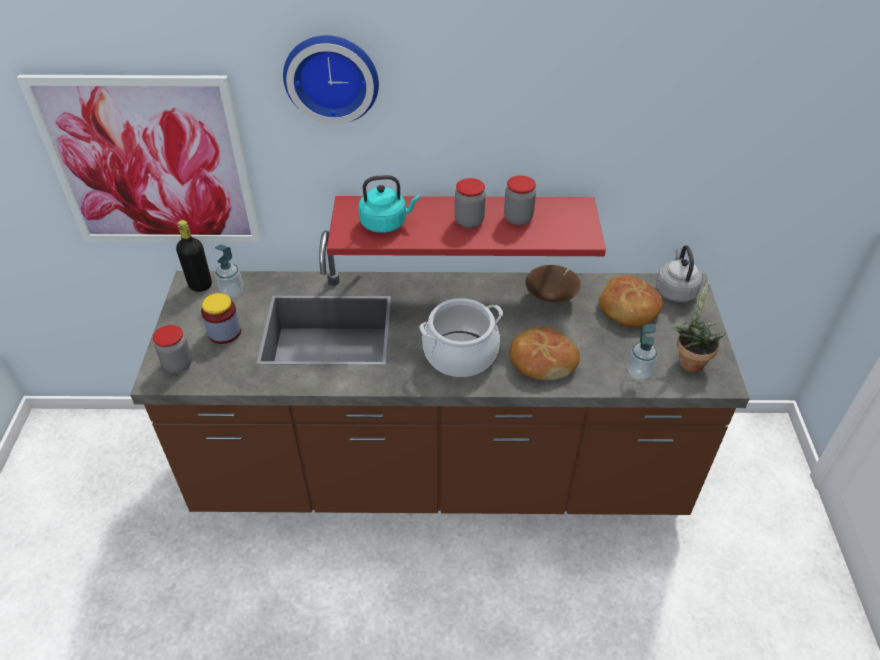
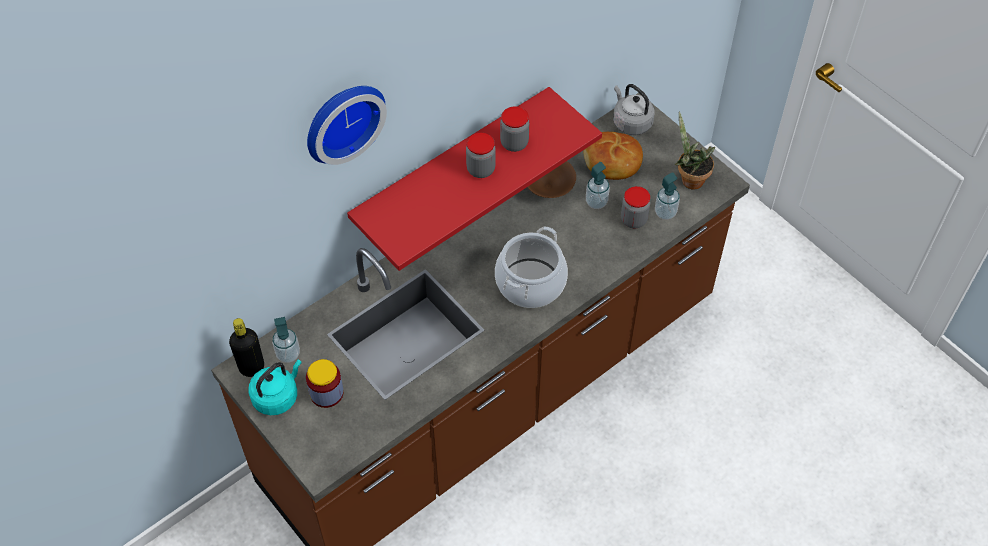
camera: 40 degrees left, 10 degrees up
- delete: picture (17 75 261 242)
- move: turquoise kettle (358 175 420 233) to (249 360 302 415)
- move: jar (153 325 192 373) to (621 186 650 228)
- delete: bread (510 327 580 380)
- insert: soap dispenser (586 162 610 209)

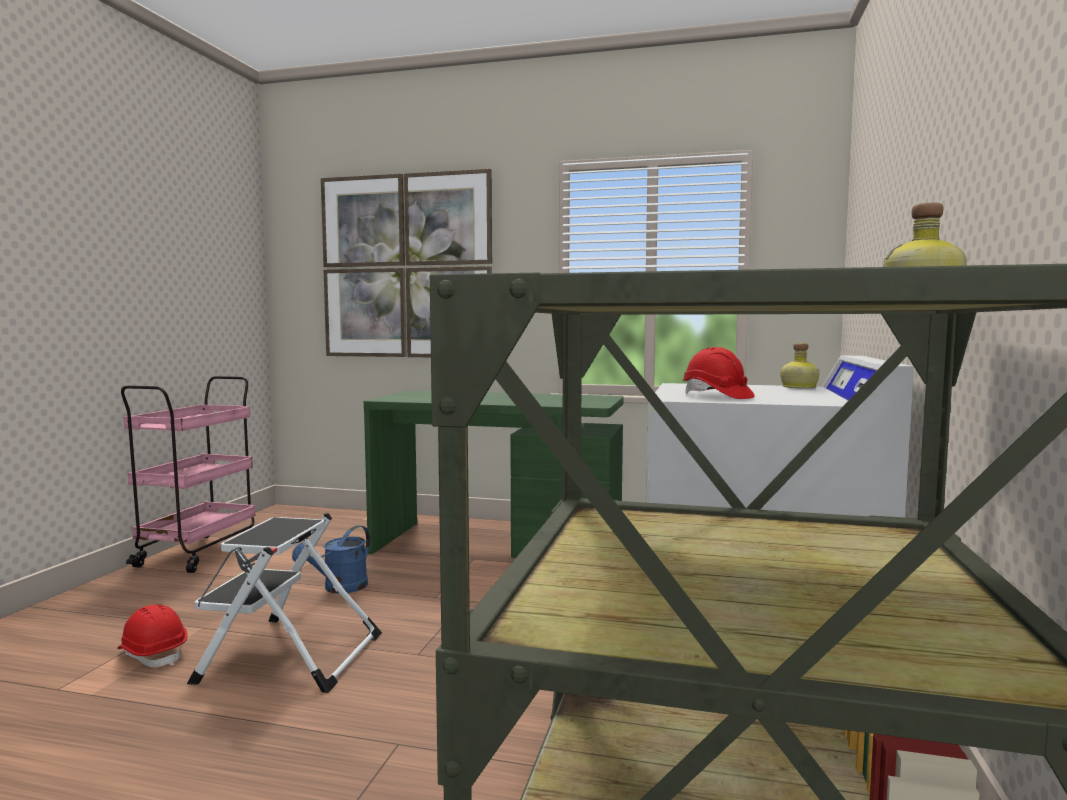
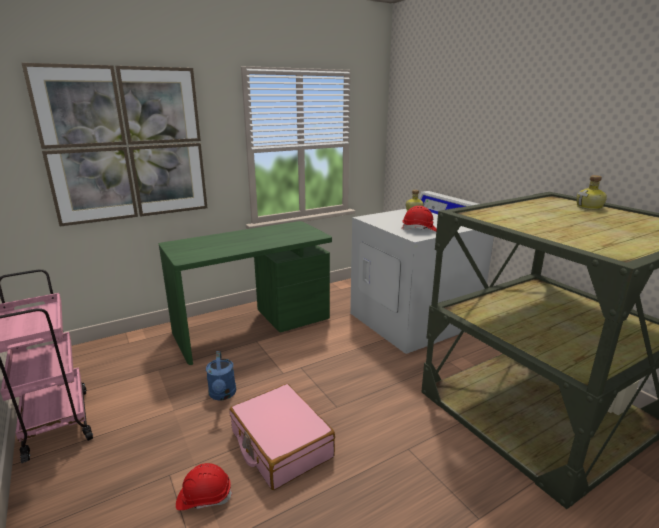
camera: 45 degrees left, 15 degrees up
- replace: step ladder (187 513 382 693) to pink suitcase (229 384 335 490)

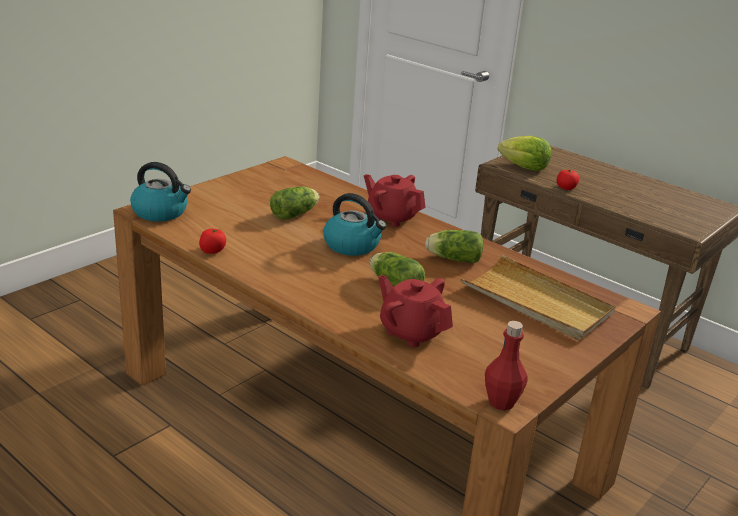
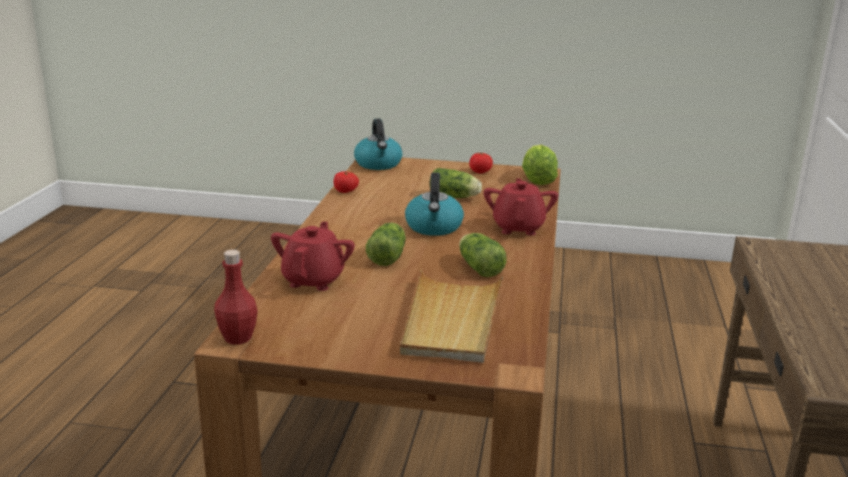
camera: 60 degrees right, 5 degrees down
- move: lettuce (498 136 551 171) to (522 145 558 185)
- move: tomato (557 170 579 190) to (469 153 493 173)

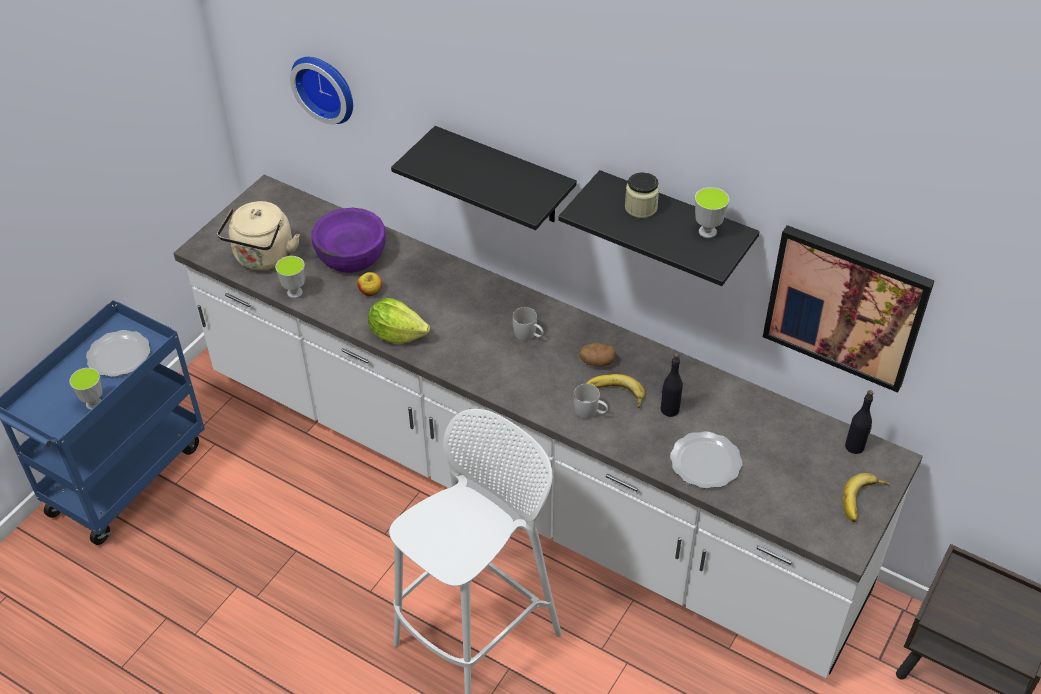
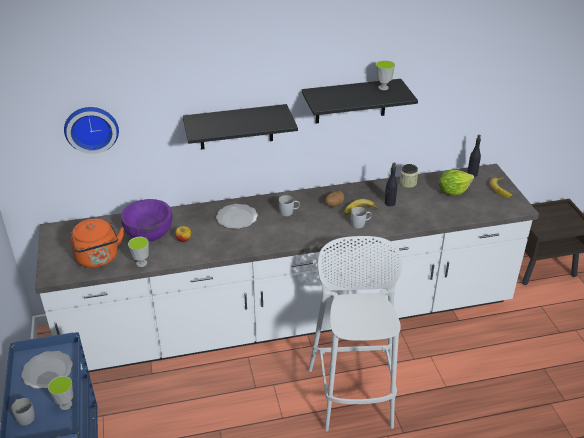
camera: 45 degrees left, 10 degrees down
- move: jar (625 172 659 218) to (400 164 418 188)
- recolor: beige kettle (217 201 300 270) to orange kettle (71 219 124 268)
- delete: picture (763 225 934 393)
- move: lettuce (368 298 430 344) to (439 170 474 195)
- move: plate (670 431 742 489) to (216 204 258 229)
- insert: white mug (12 398 35 426)

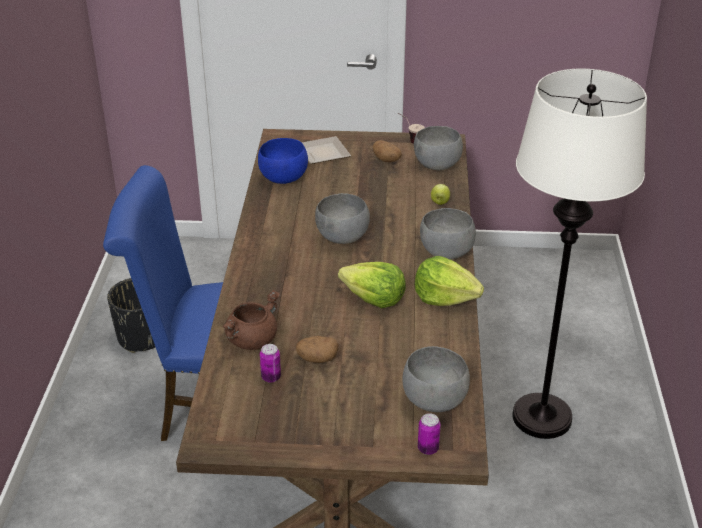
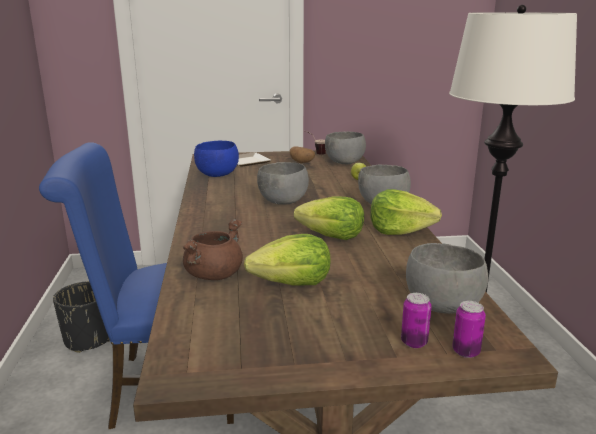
camera: 10 degrees left, 15 degrees down
- replace: potato (296 336 339 363) to lettuce (244 234 331 286)
- move: can (260 344 281 383) to (401 293 432 348)

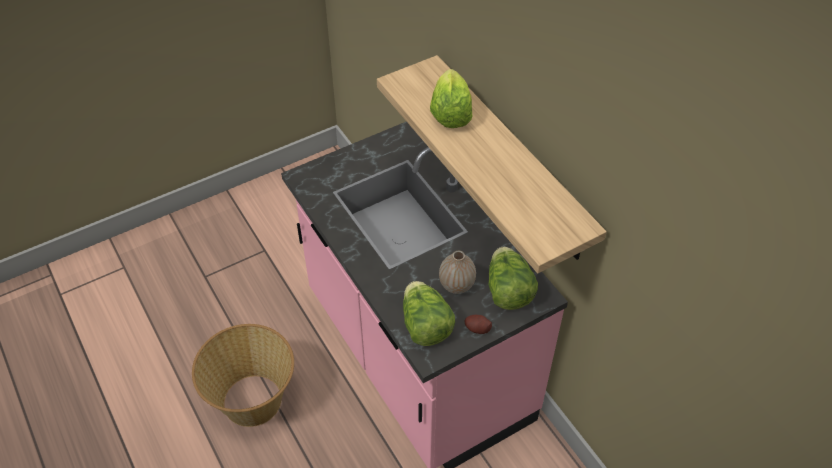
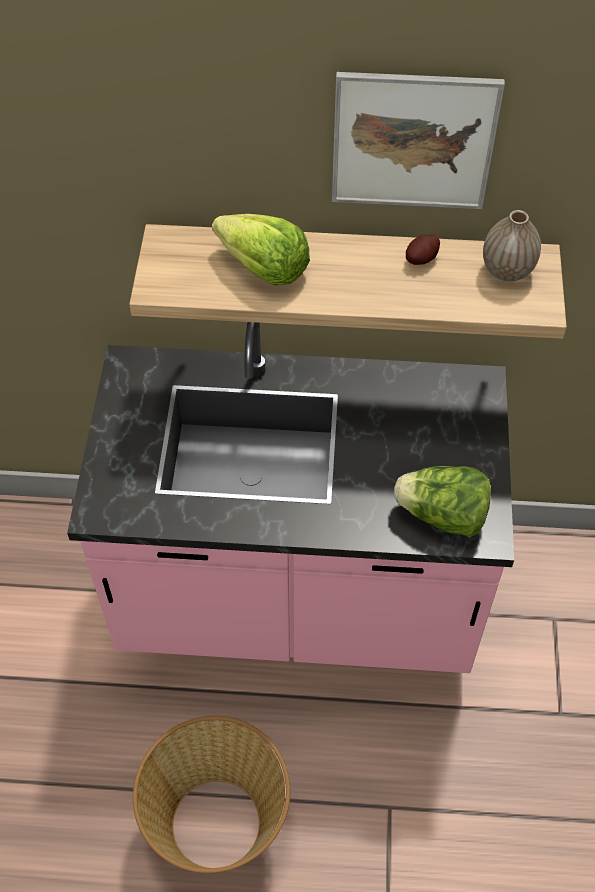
camera: 55 degrees left, 5 degrees up
- delete: lettuce (488 247 538 310)
- move: vase (439 251 476 294) to (483 210 541 281)
- move: potato (464 315 492 334) to (406 234 440 265)
- insert: picture (332 72 505 209)

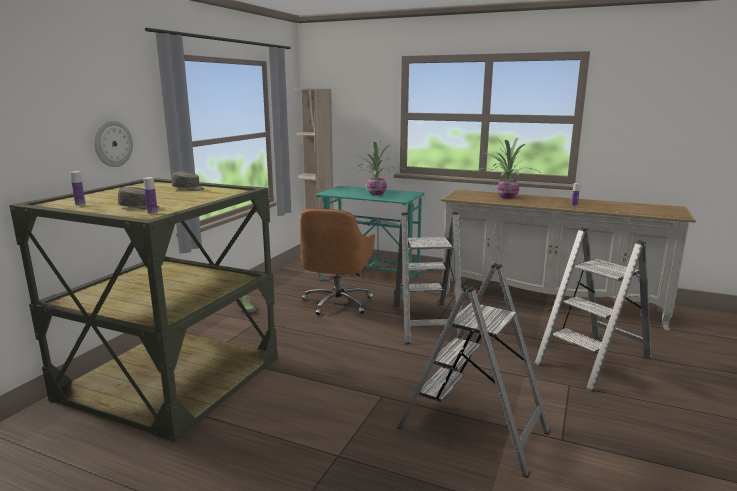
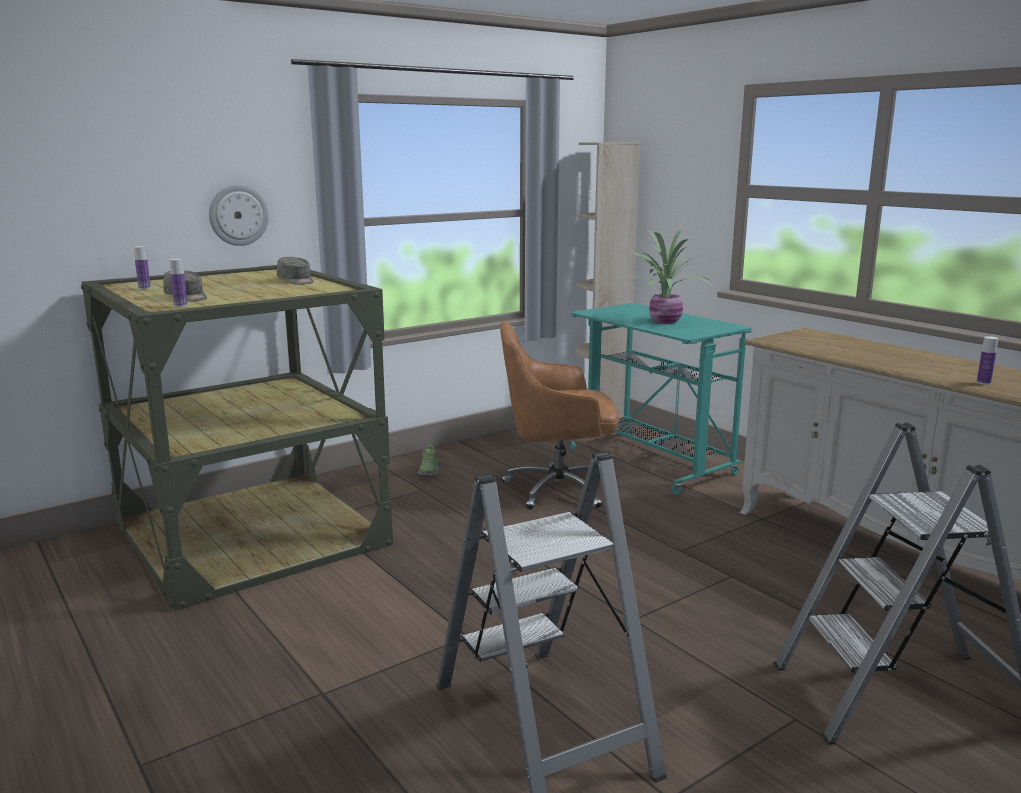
camera: 30 degrees right, 0 degrees up
- delete: potted plant (474 138 541 199)
- rotate: brown office chair (300 208 375 315) = (500 321 619 509) 45 degrees clockwise
- delete: grey step ladder (394 212 463 344)

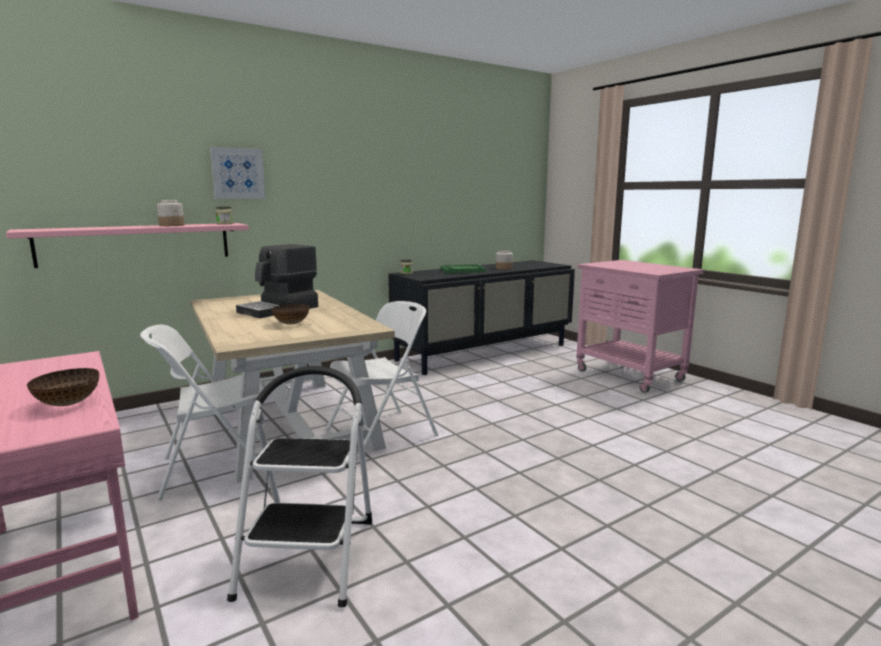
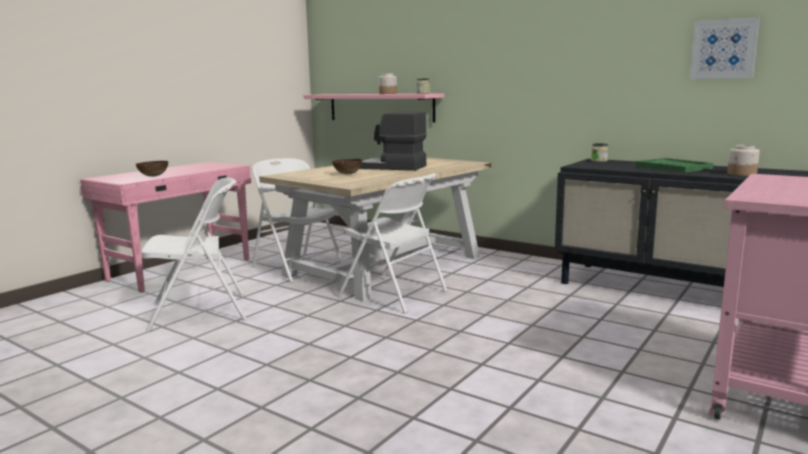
camera: 70 degrees right, 0 degrees up
- move: picture (210 147 266 199) to (690 17 760 79)
- replace: step ladder (227 366 372 607) to white chair (142 178 246 332)

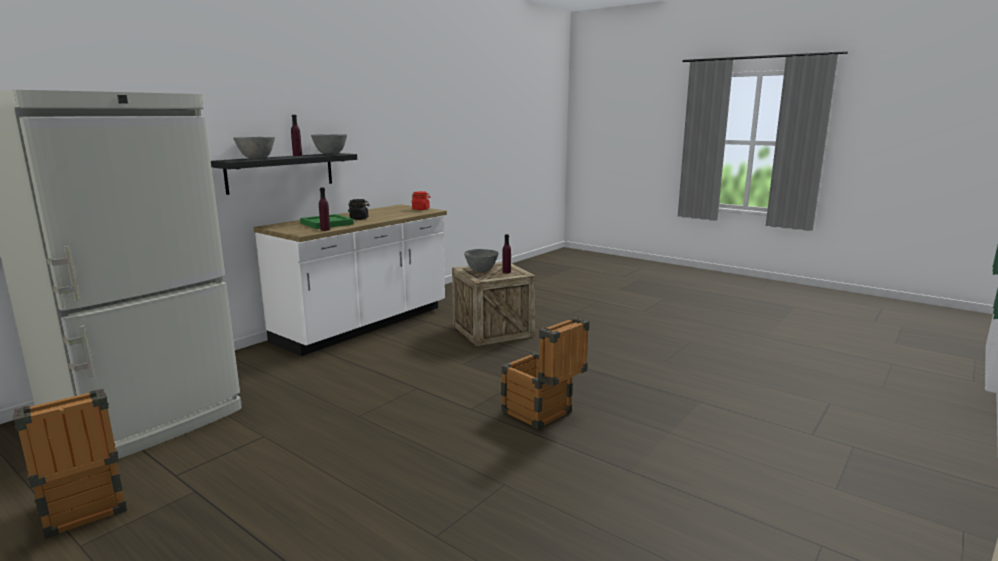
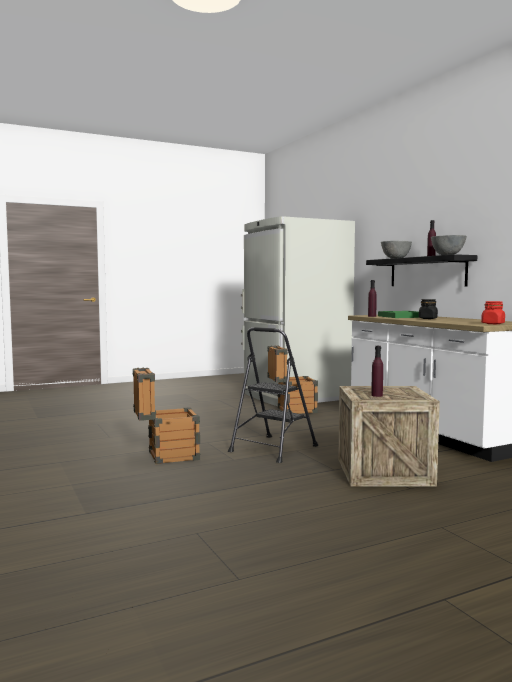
camera: 115 degrees right, 10 degrees down
- delete: grey bowl (464 249 499 272)
- move: crate (13 389 127 539) to (267 346 318 414)
- insert: black step ladder (228 327 319 463)

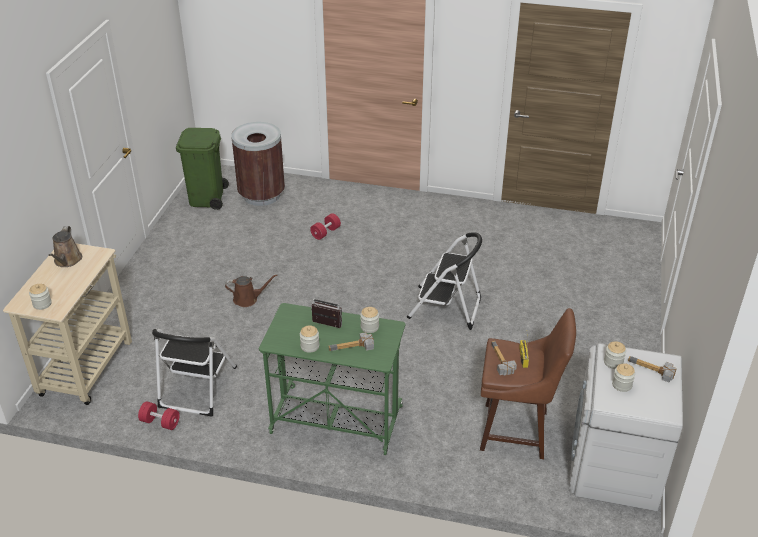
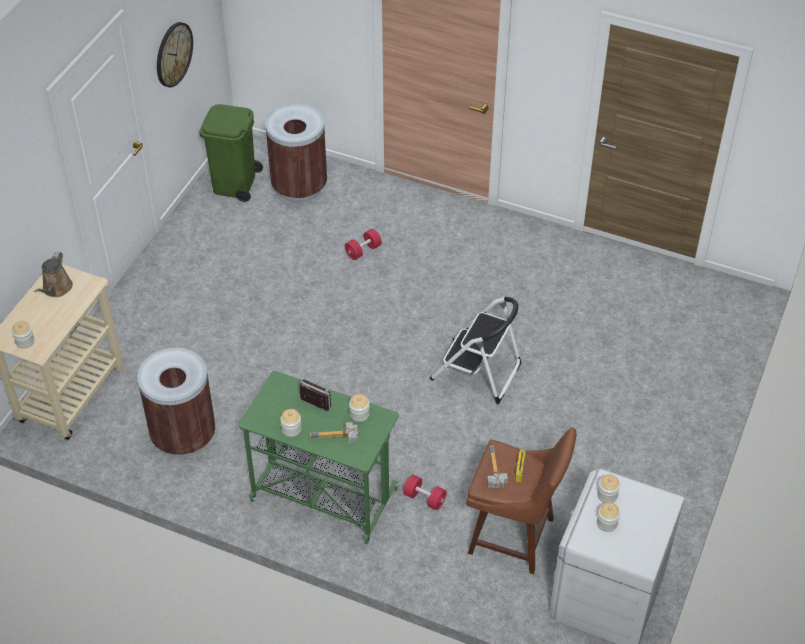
camera: 10 degrees right, 10 degrees up
- delete: brown watering can (225 274 277 307)
- replace: step ladder (152 329 237 416) to brown trash can (137 348 216 457)
- delete: hammer (628 356 677 382)
- move: red dumbbell (138 401 180 430) to (403 475 447 510)
- insert: wall clock (157 22 193 88)

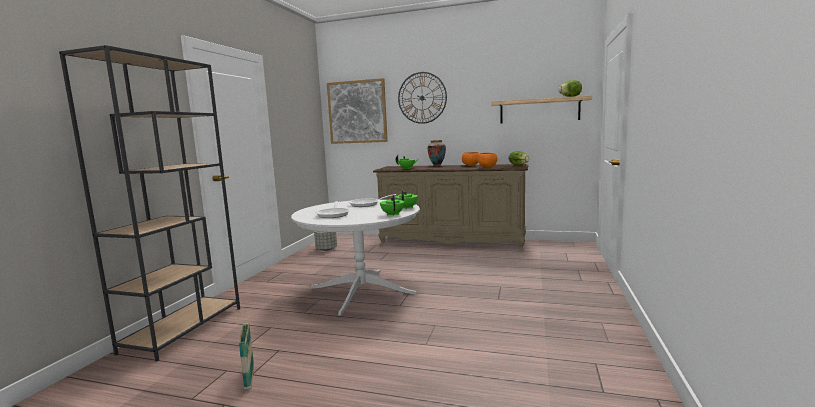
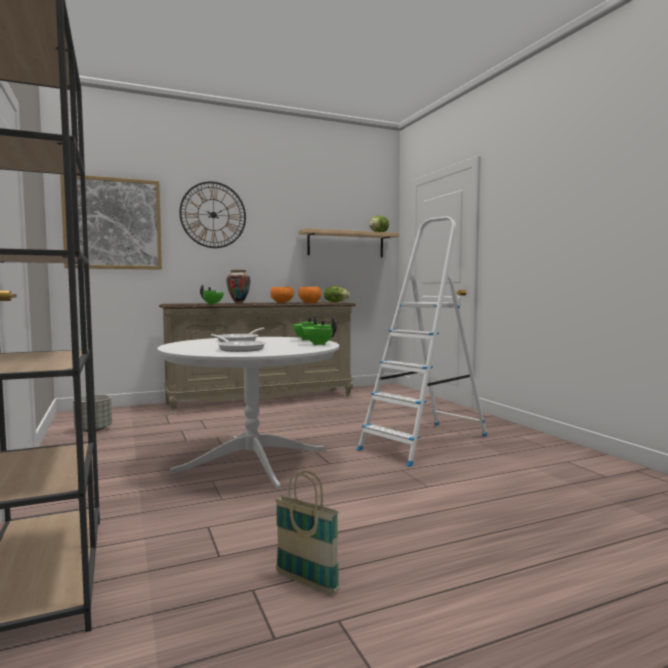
camera: 40 degrees left, 5 degrees down
- insert: white step ladder (357 216 488 467)

